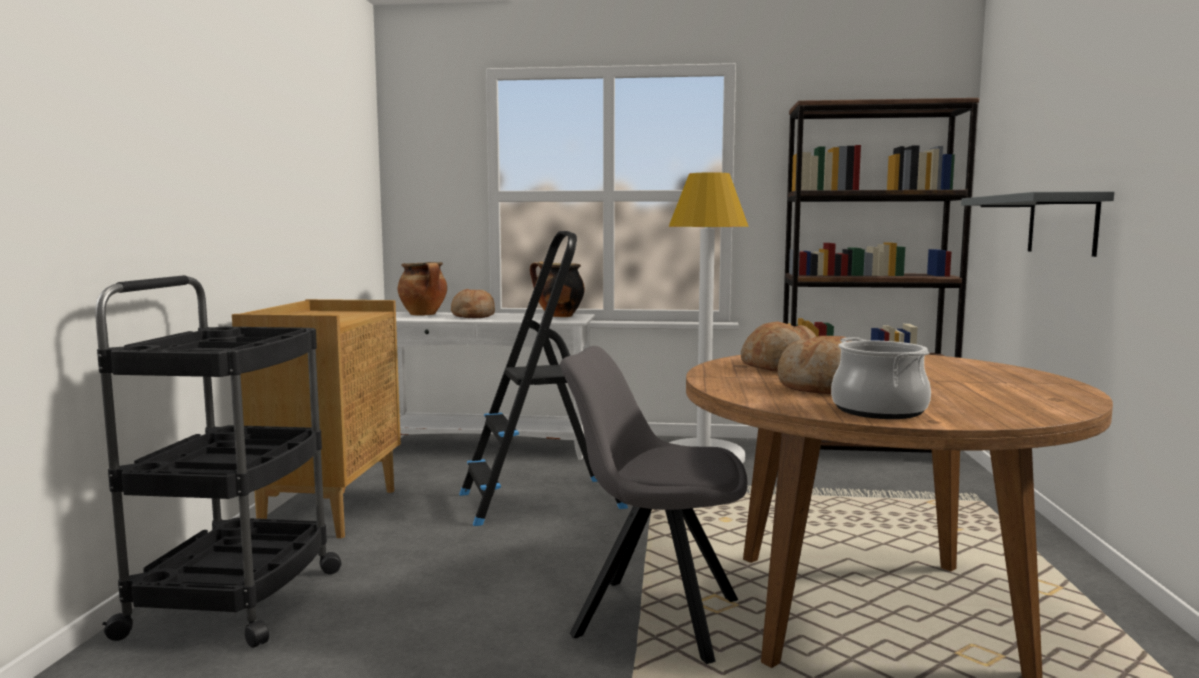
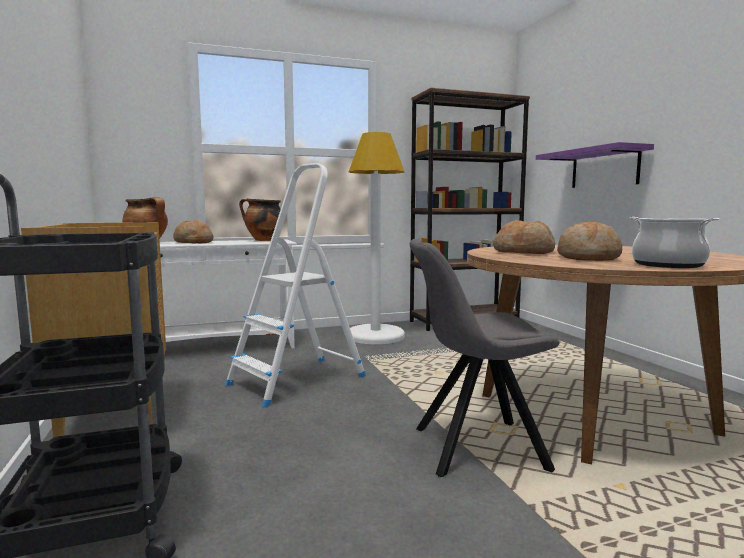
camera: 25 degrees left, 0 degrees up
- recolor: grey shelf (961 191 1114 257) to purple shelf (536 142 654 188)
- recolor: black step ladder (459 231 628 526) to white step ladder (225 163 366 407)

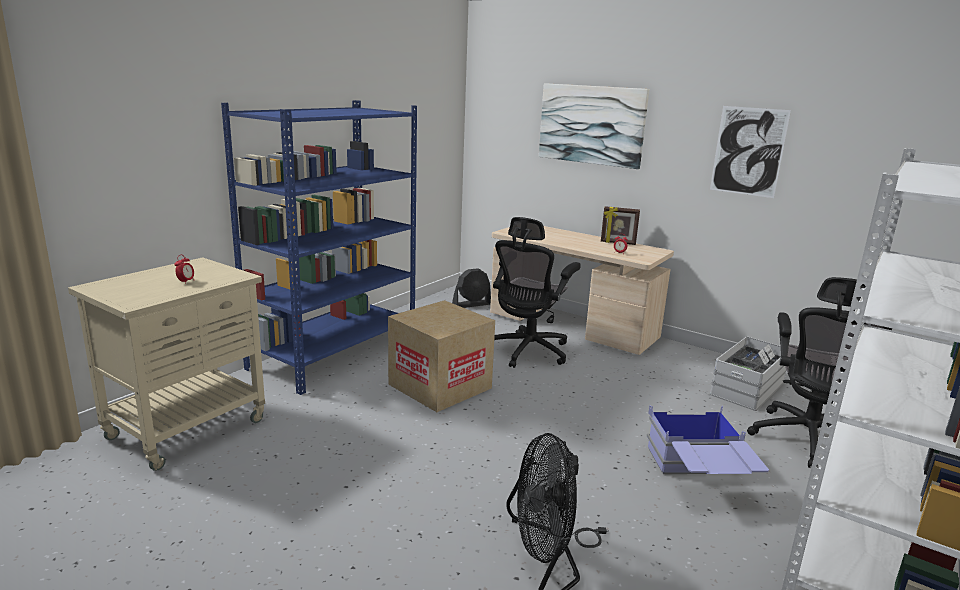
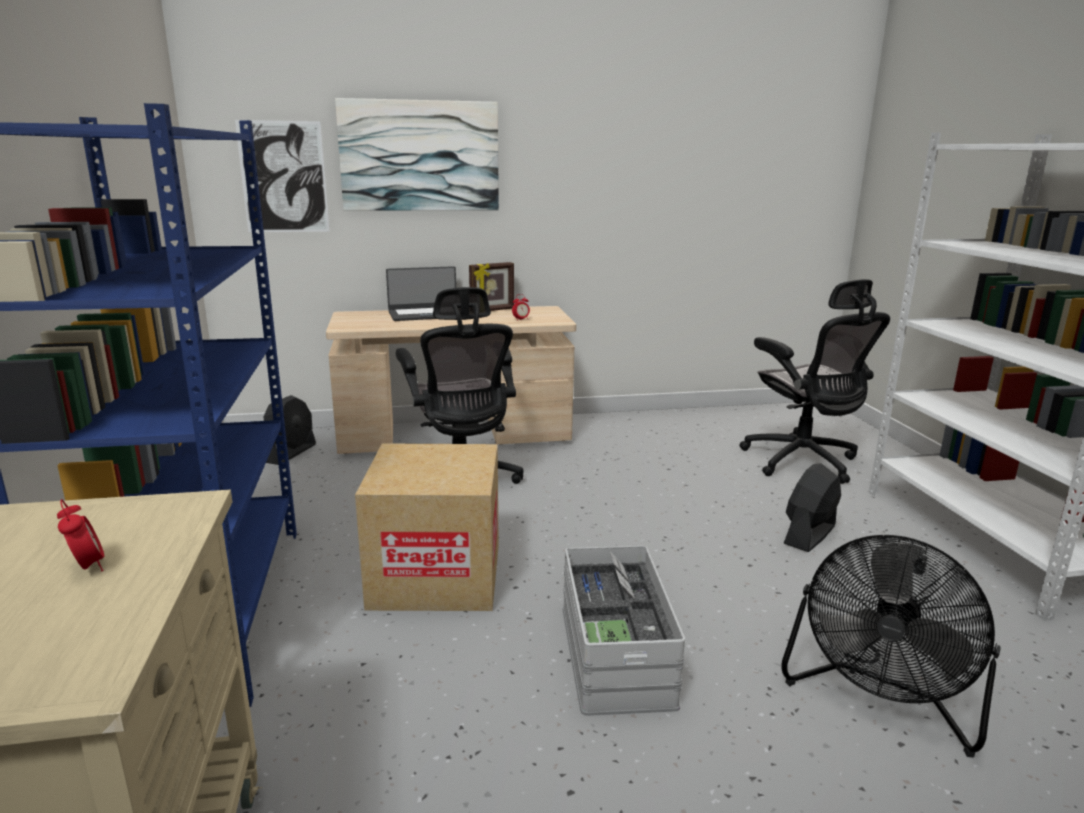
camera: 45 degrees left, 0 degrees up
- move: picture (710 106 791 198) to (235 120 330 232)
- move: grey storage box (709 337 786 411) to (563 546 685 716)
- replace: blue storage box (647 405 769 474) to black fan (784 463 841 552)
- insert: laptop (386 266 456 321)

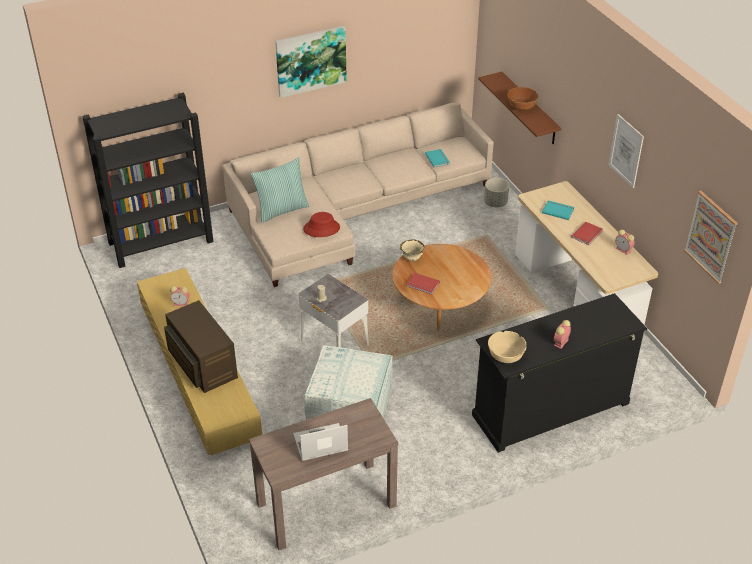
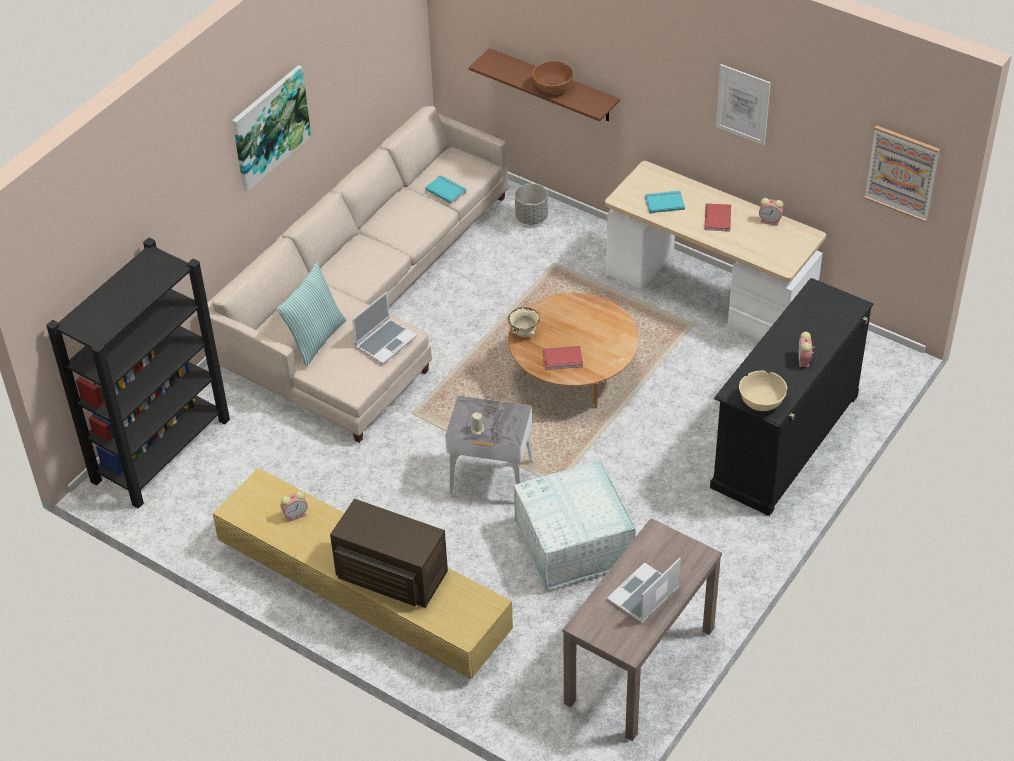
camera: 30 degrees left, 5 degrees up
- replace: red hat (303 212 340 237) to laptop (352 292 417 364)

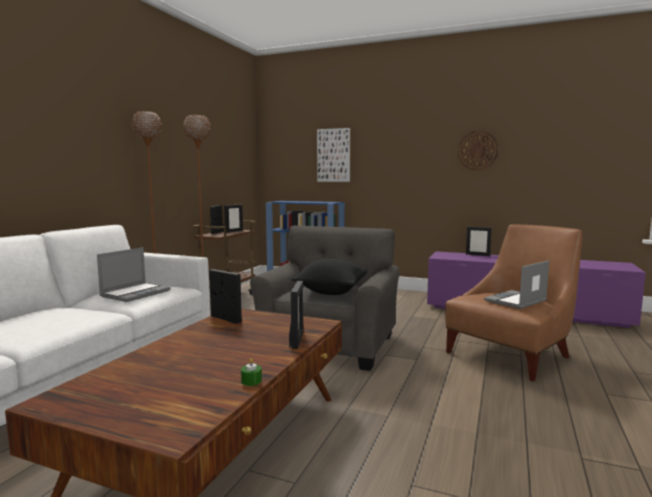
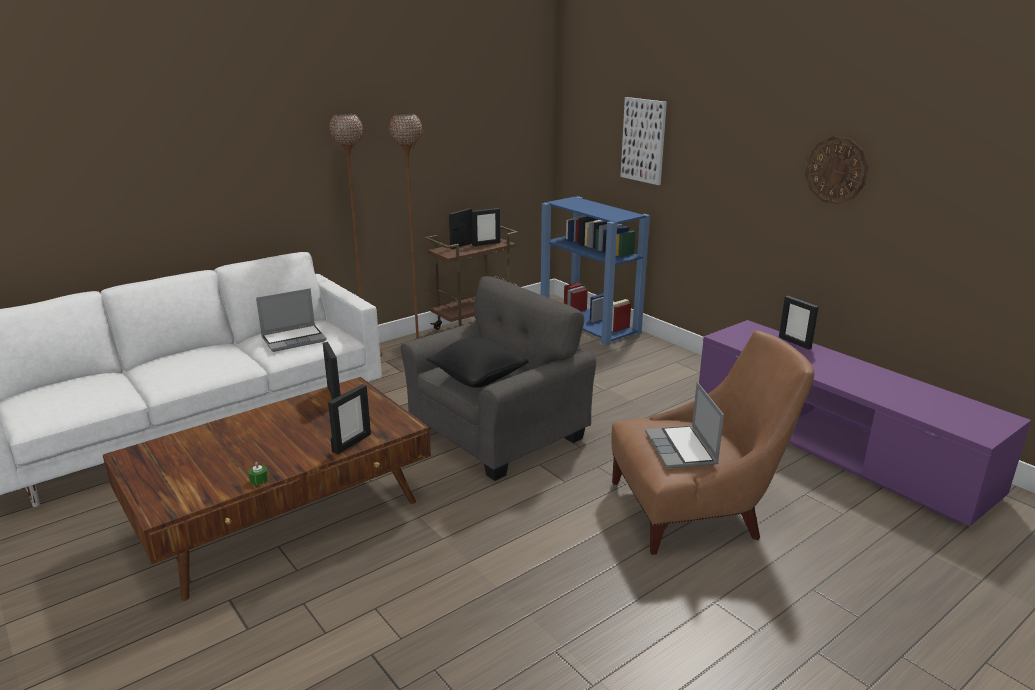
camera: 30 degrees right, 15 degrees up
- rotate: laptop (484 260 549 309) = (645 382 724 468) 90 degrees counterclockwise

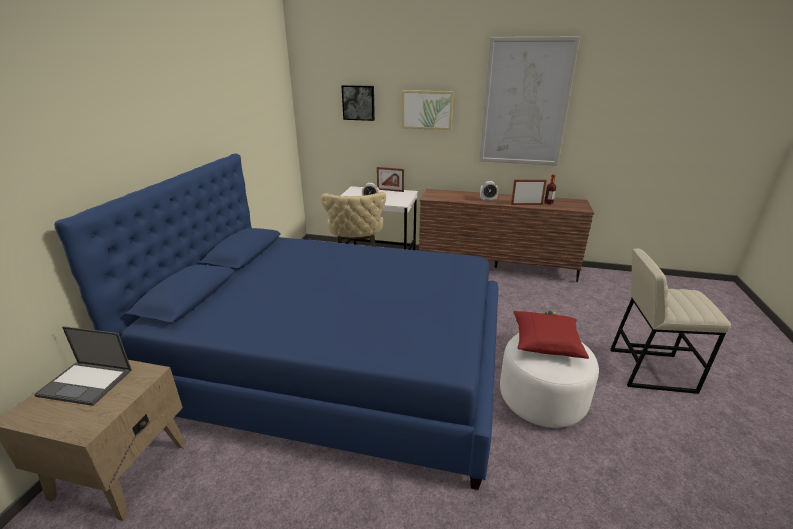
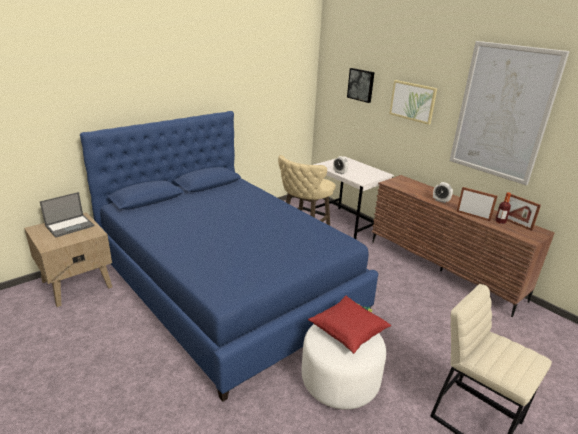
camera: 35 degrees right, 0 degrees up
- move: picture frame (377 167 404 192) to (505 194 541 231)
- rotate: laptop (34 326 132 406) = (40 192 94 238) 90 degrees counterclockwise

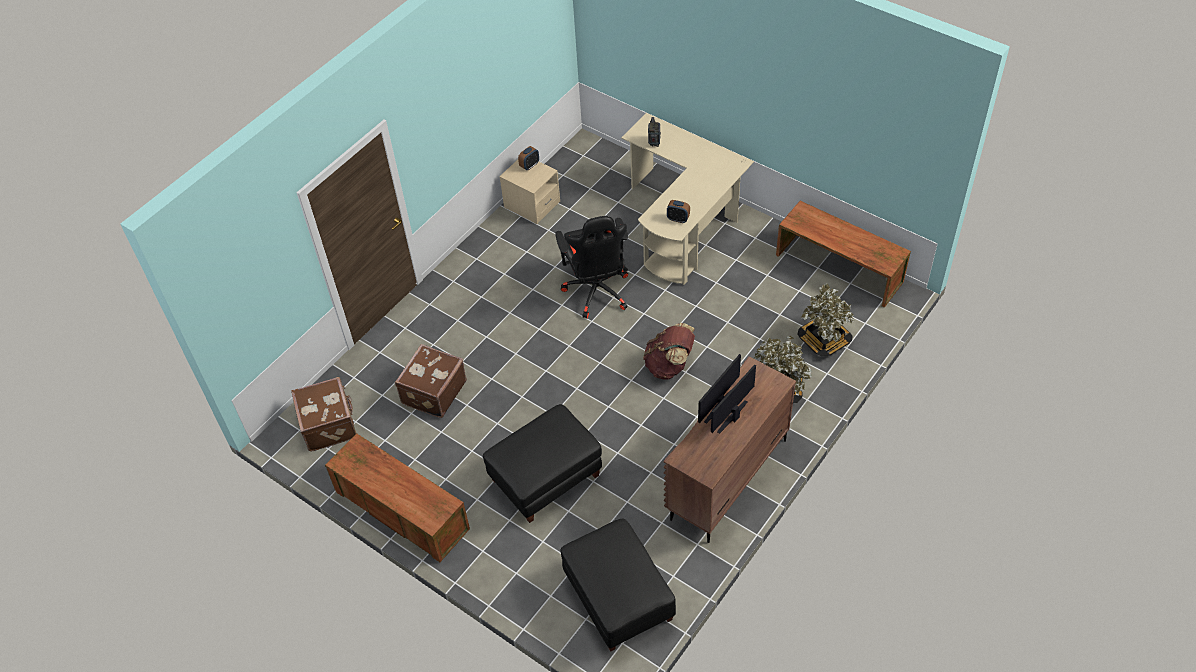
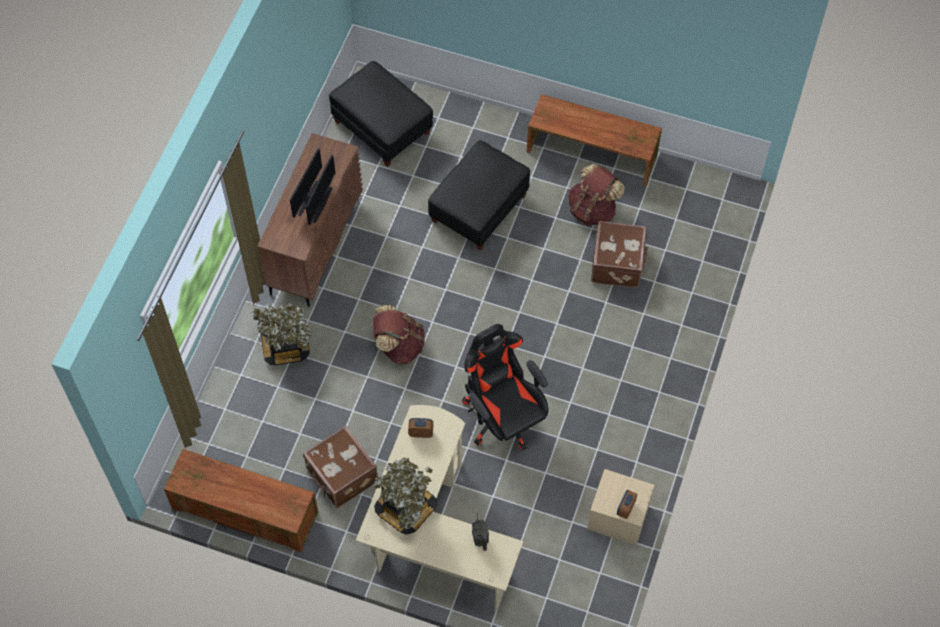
camera: 160 degrees right, 10 degrees up
- move: potted plant (797 283 855 356) to (374 457 436 535)
- move: brown suitcase (291 377 356 452) to (303 426 378 508)
- insert: brown backpack (568 164 625 226)

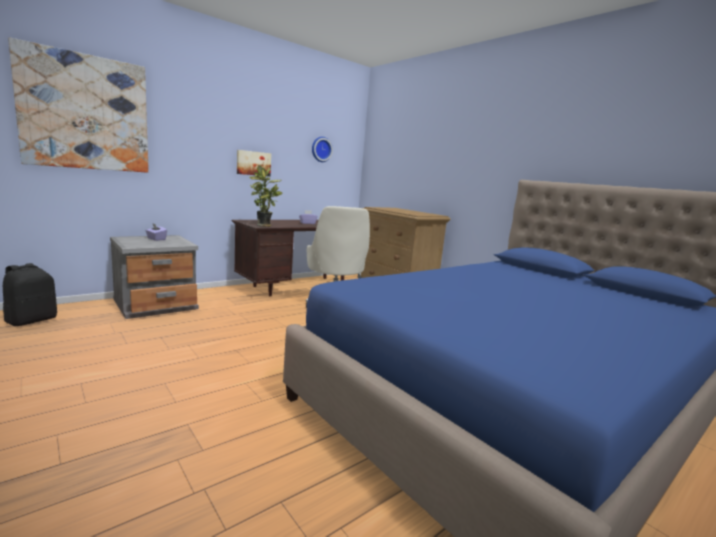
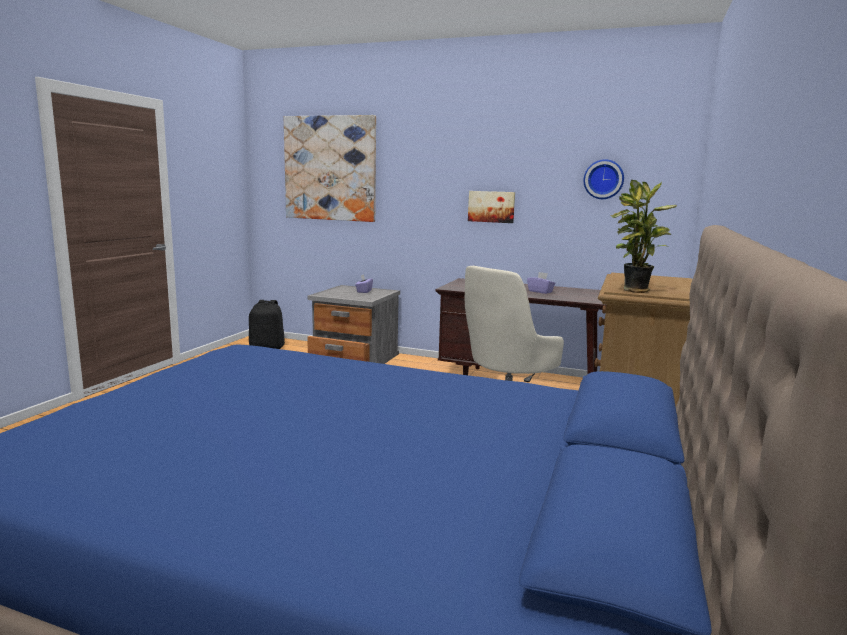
camera: 60 degrees right, 0 degrees up
- move: potted plant (249 165 282 227) to (610 180 677 293)

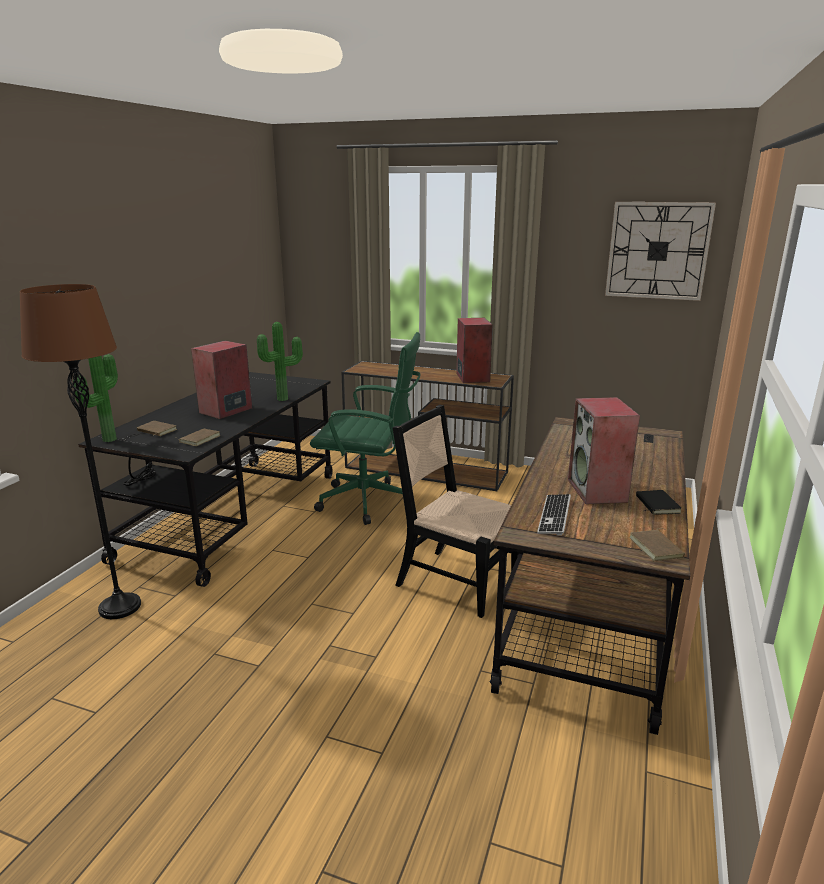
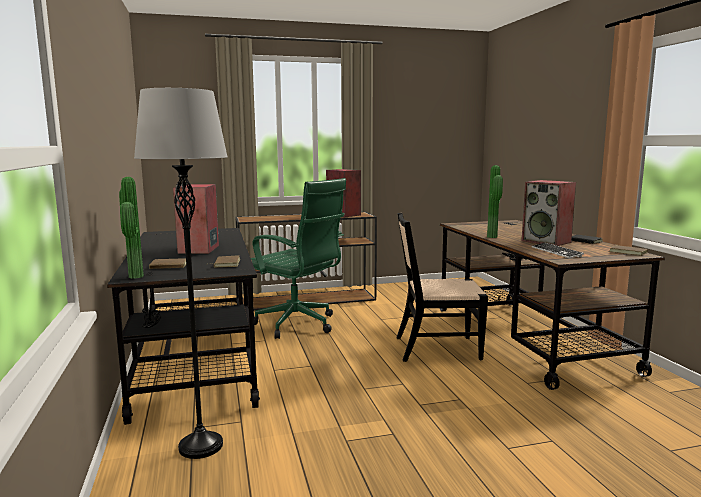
camera: 35 degrees left, 10 degrees down
- delete: wall clock (605 202 716 301)
- recolor: brown floor lamp (20 284 141 619) to grey floor lamp (134 88 228 459)
- move: potted plant (257 322 303 401) to (487 165 503 238)
- rotate: green office chair (310 332 420 525) = (251 178 346 339) 60 degrees clockwise

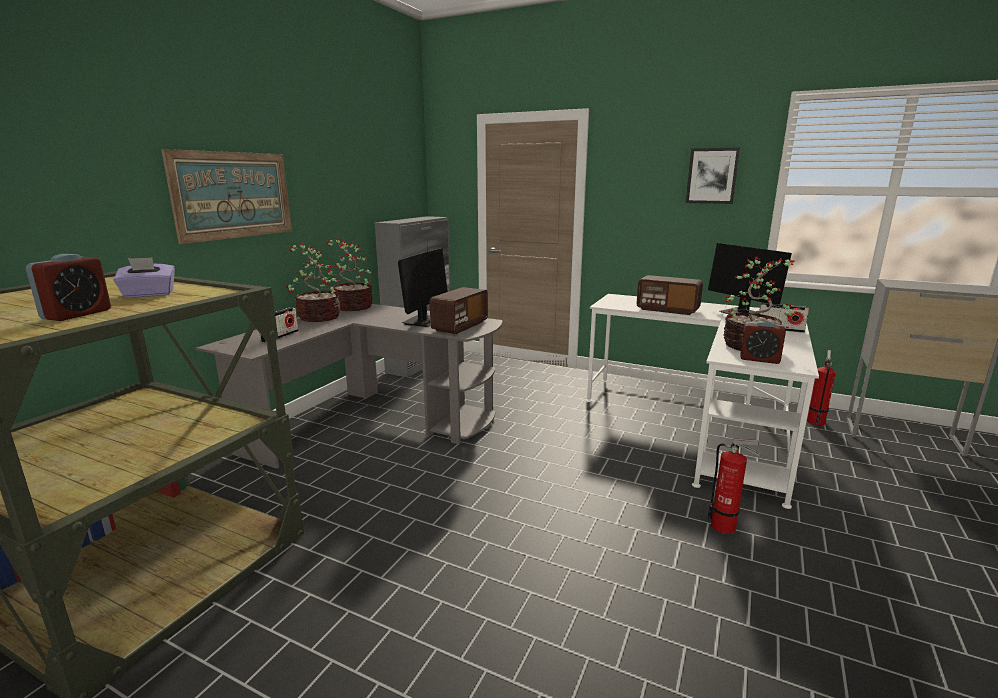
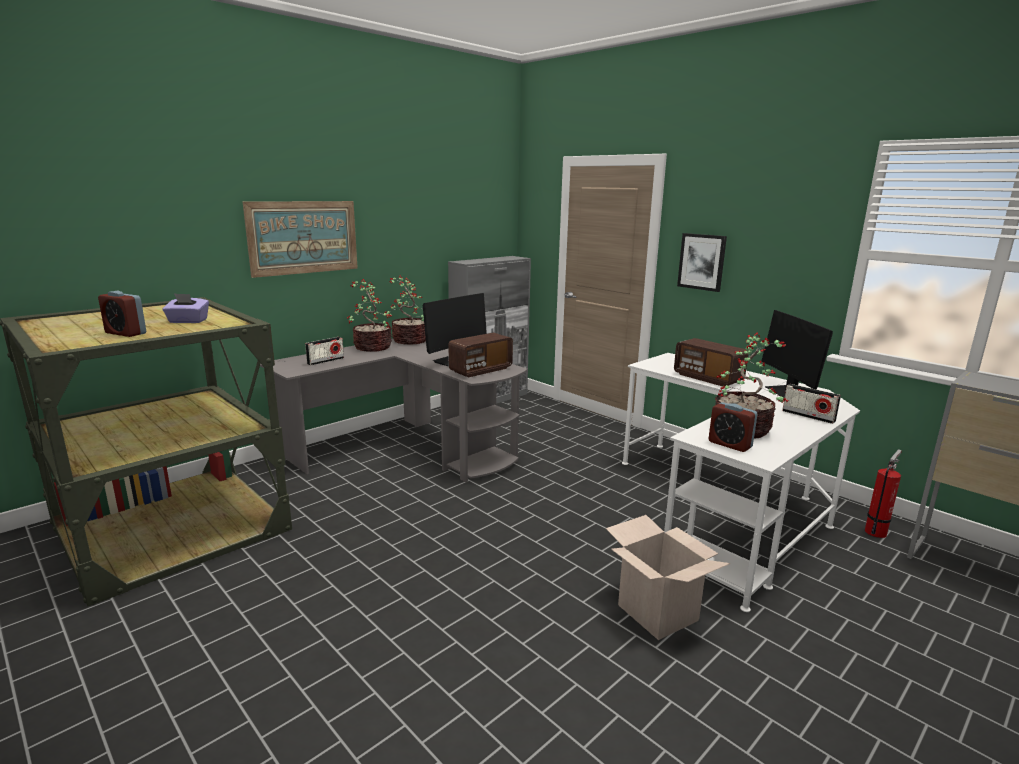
camera: 20 degrees right, 0 degrees up
- move: picture (686 147 740 204) to (677 233 727 292)
- rotate: alarm clock (26 254 111 321) = (98 291 146 337) 75 degrees clockwise
- replace: fire extinguisher (708 439 761 534) to cardboard box (606 515 730 640)

